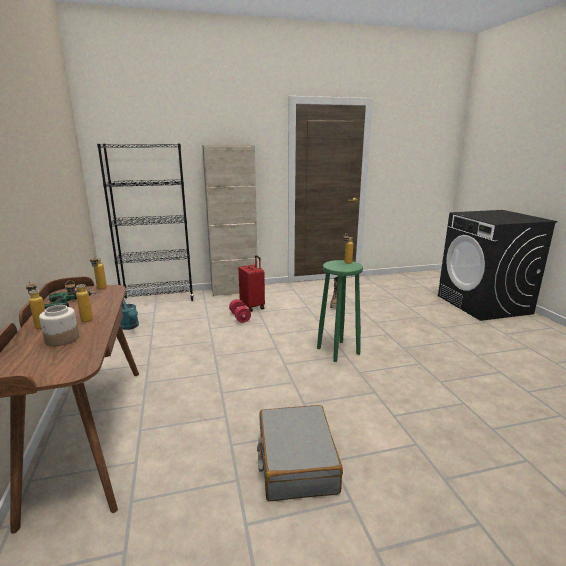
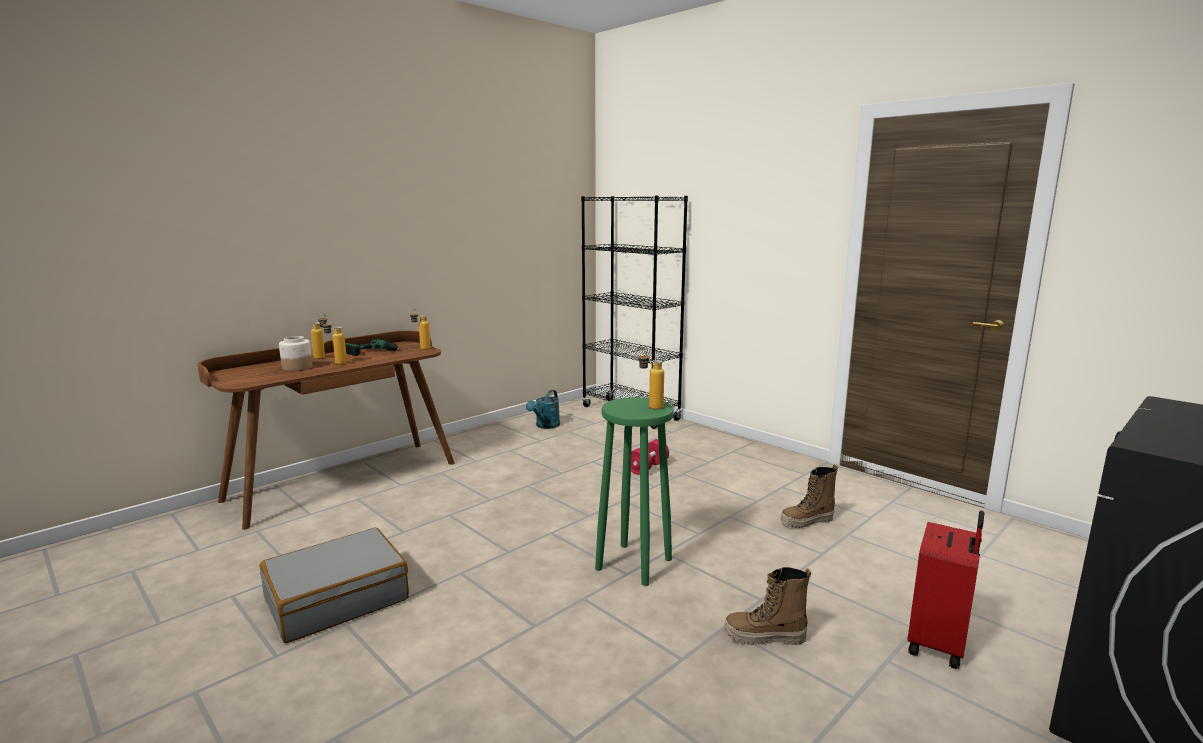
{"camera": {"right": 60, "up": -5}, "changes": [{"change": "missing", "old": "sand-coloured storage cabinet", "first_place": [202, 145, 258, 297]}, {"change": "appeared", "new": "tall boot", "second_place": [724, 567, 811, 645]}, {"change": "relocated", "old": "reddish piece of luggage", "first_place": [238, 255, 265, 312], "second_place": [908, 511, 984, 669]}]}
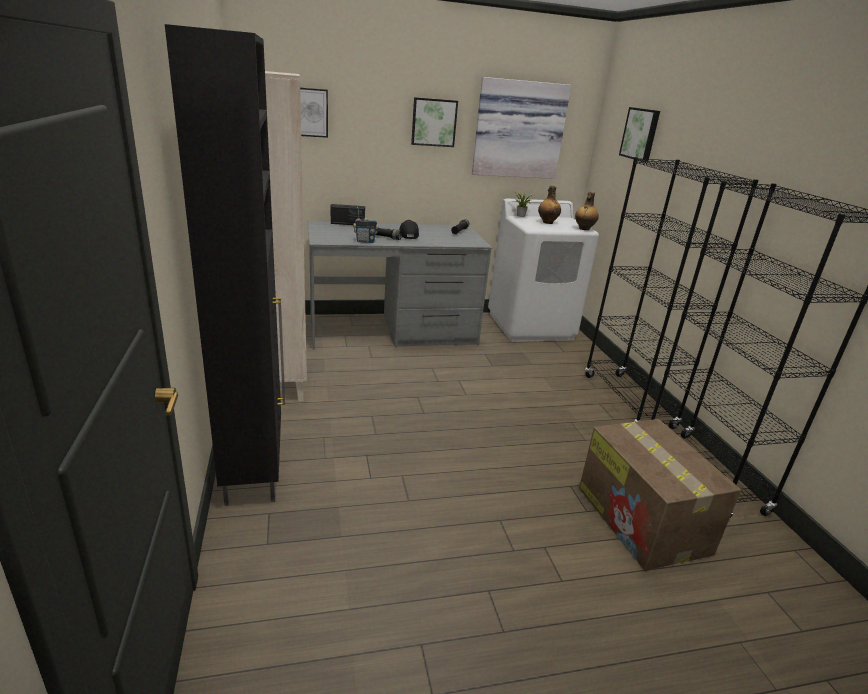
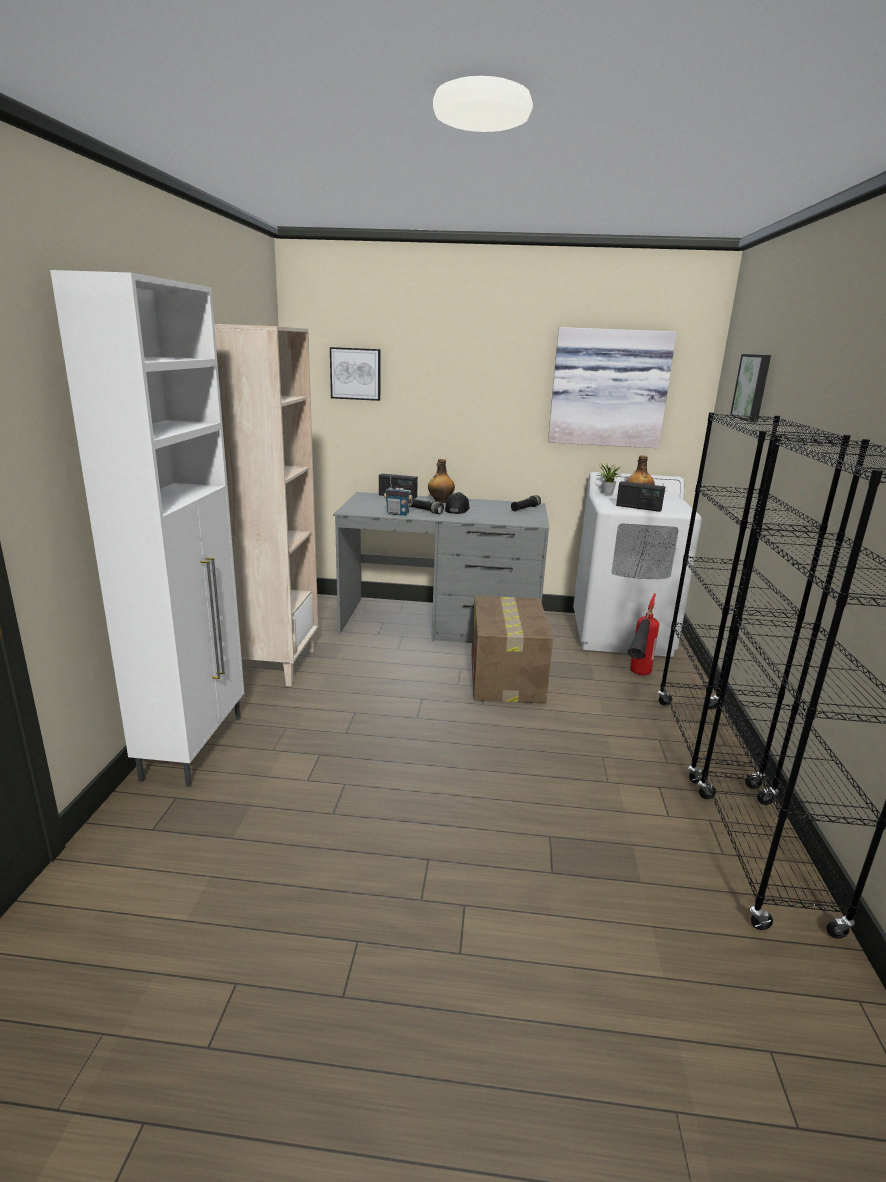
{"camera": {"right": 20, "up": -5}, "changes": [{"change": "missing", "old": "picture", "first_place": [411, 97, 458, 147]}, {"change": "appeared", "new": "radio", "second_place": [616, 481, 665, 512]}, {"change": "appeared", "new": "fire extinguisher", "second_place": [628, 593, 659, 675]}, {"change": "relocated", "old": "drink bottle", "first_place": [575, 192, 599, 230], "second_place": [428, 459, 455, 503]}, {"change": "relocated", "old": "carton", "first_place": [579, 419, 741, 571], "second_place": [471, 596, 553, 703]}, {"change": "colour", "old": "blackish storage cabinet", "new": "whitish storage cabinet", "first_place": [165, 24, 285, 506], "second_place": [50, 270, 244, 787]}]}
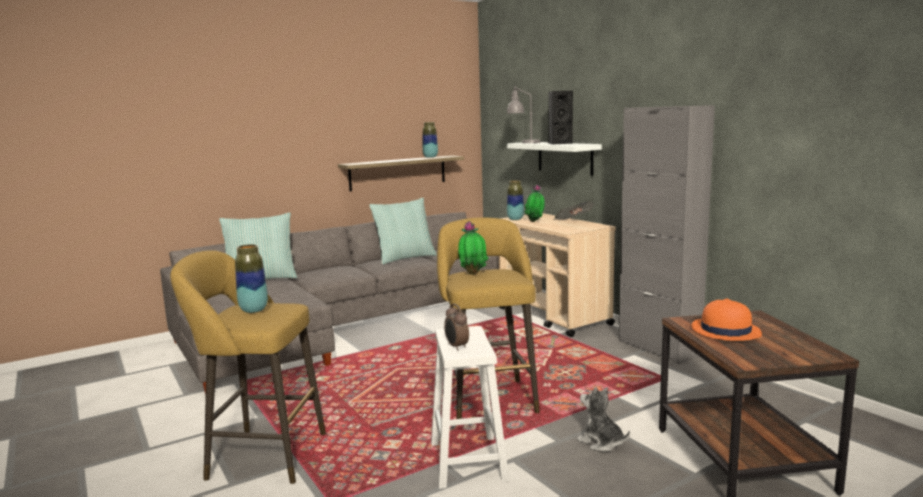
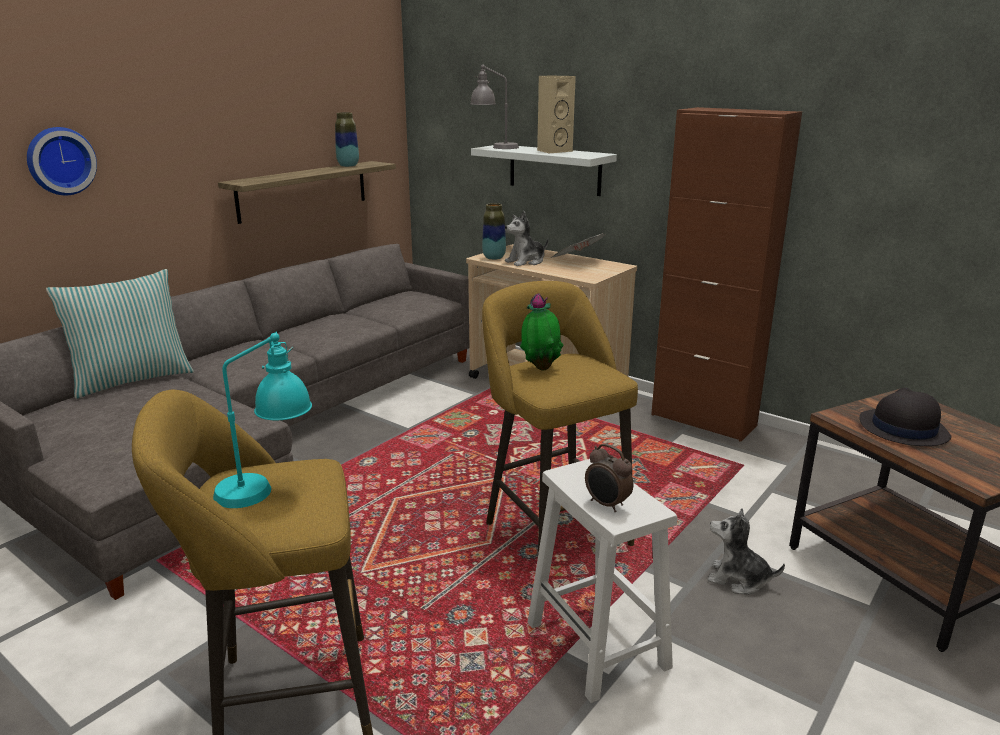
{"camera": {"right": -20, "up": 10}, "changes": [{"change": "missing", "old": "throw pillow", "first_place": [369, 198, 437, 265]}, {"change": "appeared", "new": "wall clock", "second_place": [27, 127, 97, 195]}, {"change": "exchanged", "old": "decorative vase", "new": "turquoise-coloured table lamp", "first_place": [235, 244, 268, 313], "second_place": [213, 332, 312, 508]}, {"change": "exchanged", "old": "plant in a pot", "new": "soft toy", "first_place": [525, 184, 545, 222], "second_place": [505, 211, 549, 266]}, {"change": "colour", "old": "blackish speaker", "new": "sand-coloured speaker", "first_place": [549, 91, 573, 145], "second_place": [537, 76, 576, 154]}, {"change": "colour", "old": "gray storage cabinet", "new": "brown-coloured storage cabinet", "first_place": [619, 105, 715, 364], "second_place": [651, 107, 802, 442]}, {"change": "colour", "old": "orange wearable hat", "new": "blackish wearable hat", "first_place": [691, 298, 762, 341], "second_place": [859, 388, 951, 446]}]}
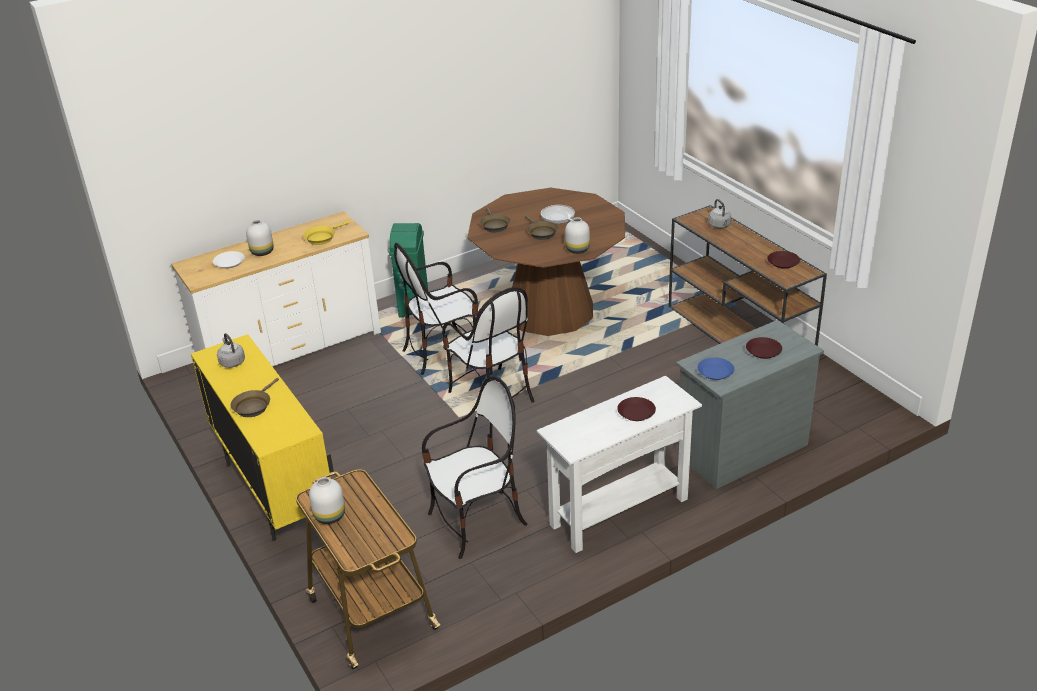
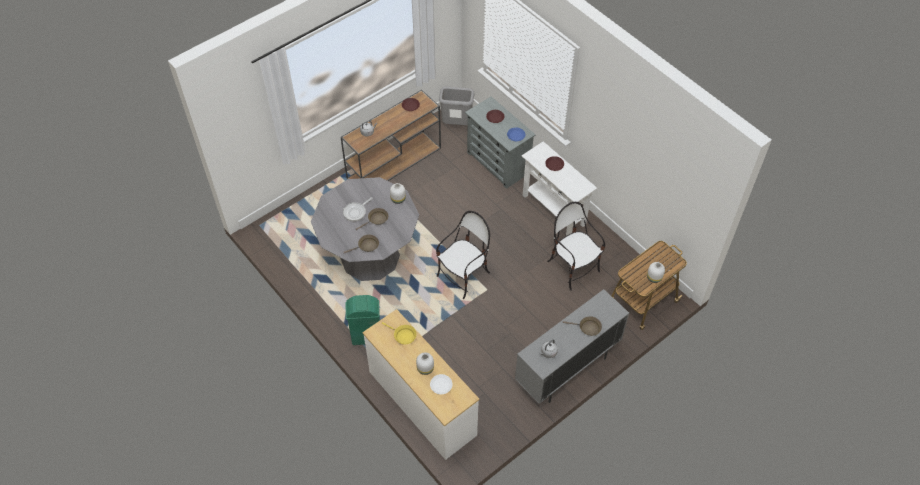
{"camera": {"right": -100, "up": 20}, "changes": [{"change": "missing", "old": "chair", "first_place": [394, 243, 478, 375]}, {"change": "appeared", "new": "gray rubbish bin", "second_place": [439, 86, 475, 125]}, {"change": "colour", "old": "yellowish storage cabinet", "new": "gray storage cabinet", "first_place": [191, 334, 334, 541], "second_place": [515, 289, 629, 404]}, {"change": "colour", "old": "brown-coloured dinner table", "new": "gray dinner table", "first_place": [467, 188, 625, 336], "second_place": [311, 177, 419, 281]}]}
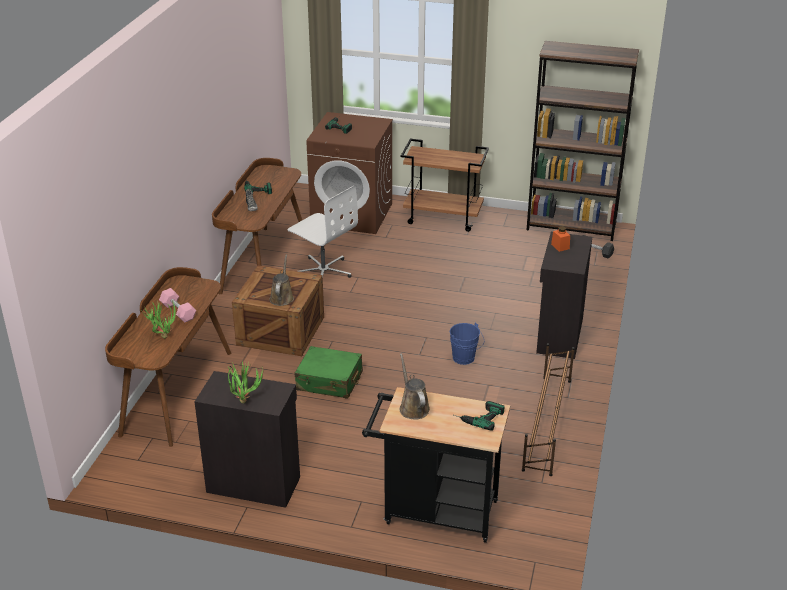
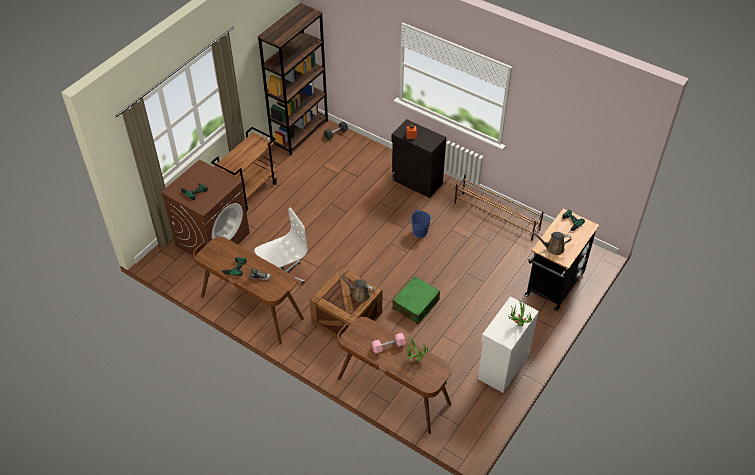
{"camera": {"right": -70, "up": 15}, "changes": [{"change": "colour", "old": "blackish storage cabinet", "new": "whitish storage cabinet", "first_place": [195, 371, 300, 508], "second_place": [478, 297, 539, 393]}]}
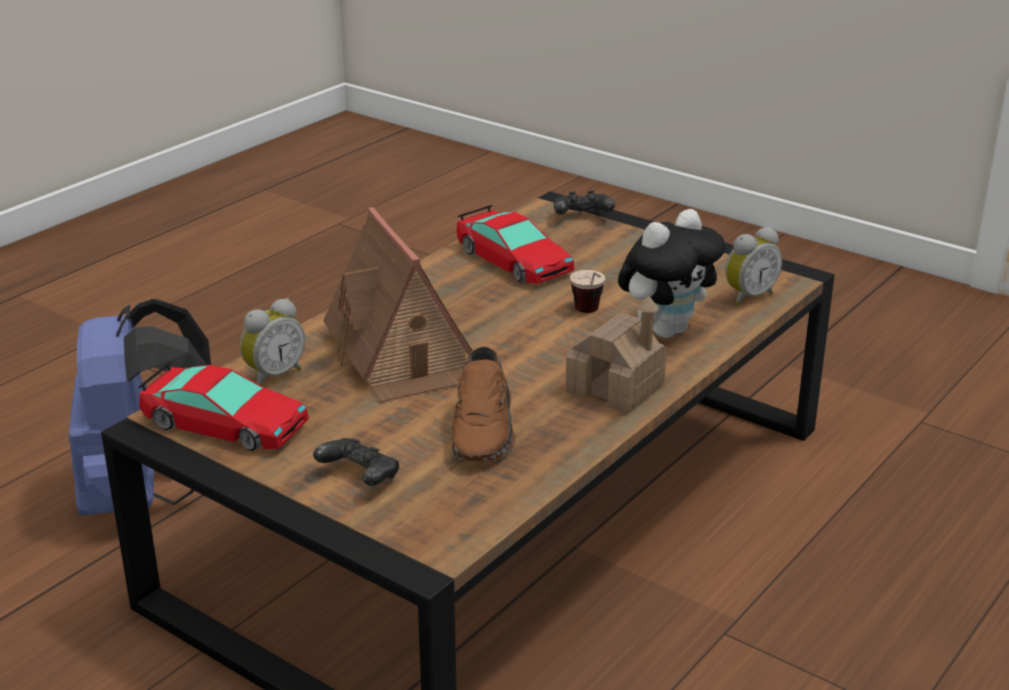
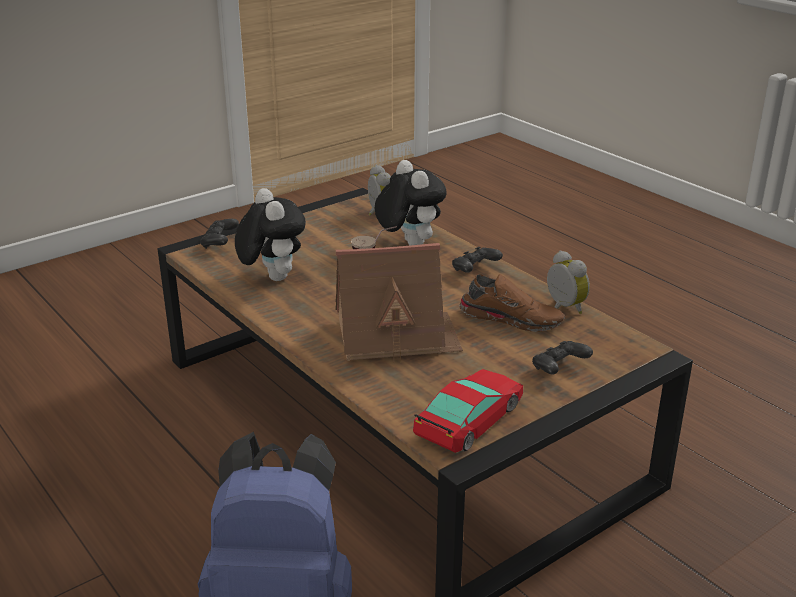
{"camera": {"right": -75, "up": 0}, "changes": [{"change": "relocated", "old": "alarm clock", "first_place": [240, 298, 305, 386], "second_place": [547, 250, 590, 314]}, {"change": "exchanged", "old": "miniature car", "new": "soft toy", "first_place": [456, 205, 574, 284], "second_place": [235, 188, 306, 281]}, {"change": "exchanged", "old": "model house", "new": "blackish game controller", "first_place": [566, 296, 666, 414], "second_place": [452, 247, 503, 273]}]}
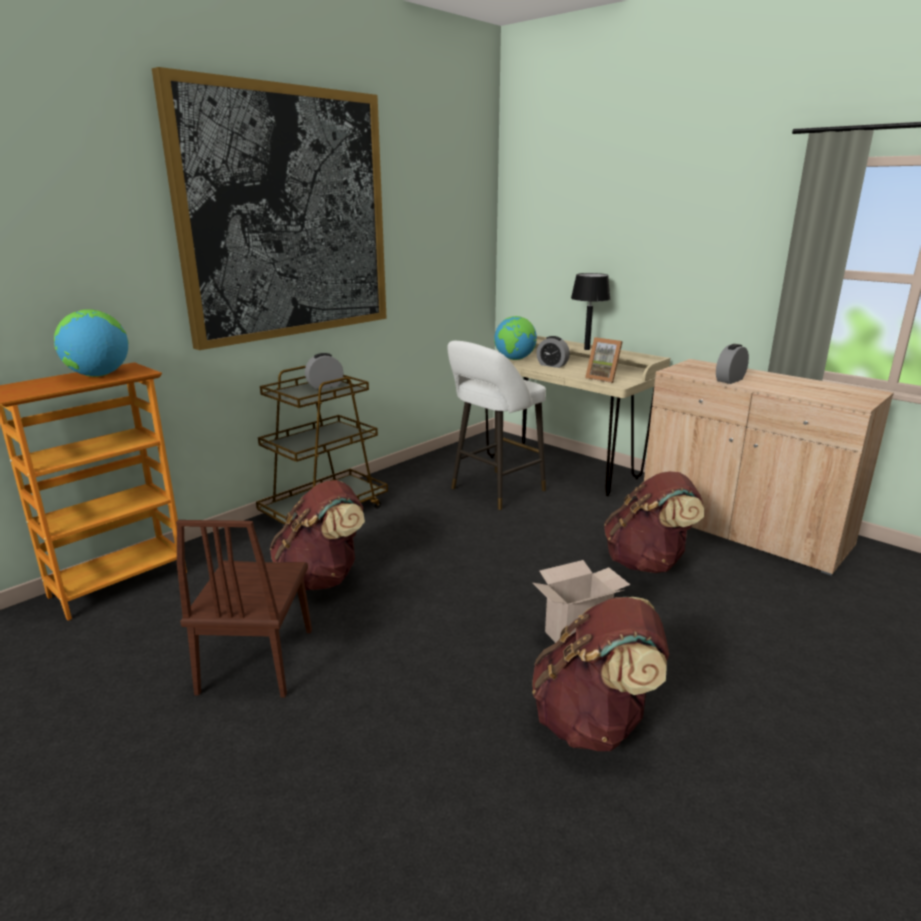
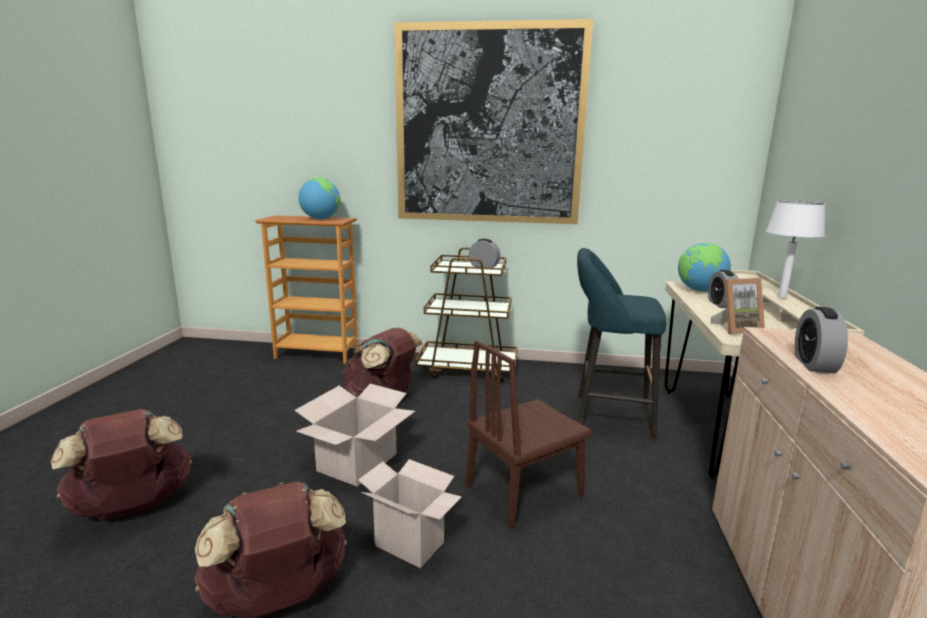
{"camera": {"right": 55, "up": -5}, "changes": [{"change": "appeared", "new": "carton", "second_place": [294, 384, 415, 486]}, {"change": "relocated", "old": "brown-coloured chair", "first_place": [176, 520, 312, 698], "second_place": [465, 340, 593, 528]}, {"change": "relocated", "old": "brown-coloured rucksack", "first_place": [604, 471, 704, 573], "second_place": [51, 409, 192, 520]}, {"change": "colour", "old": "whitish sitting stool", "new": "turquoise-coloured sitting stool", "first_place": [447, 341, 546, 510], "second_place": [577, 248, 667, 439]}, {"change": "colour", "old": "blackish table lamp", "new": "whitish table lamp", "first_place": [571, 273, 611, 350], "second_place": [766, 201, 825, 299]}, {"change": "spun", "old": "photo frame", "first_place": [585, 337, 623, 383], "second_place": [711, 278, 765, 334], "degrees": -105}, {"change": "spun", "old": "alarm clock", "first_place": [716, 344, 749, 384], "second_place": [795, 307, 848, 374], "degrees": -90}]}
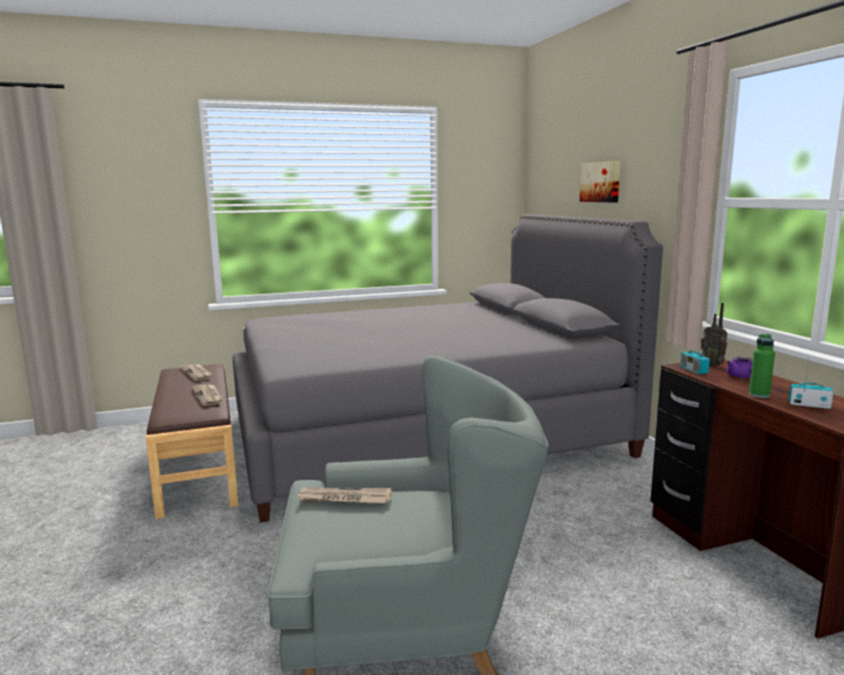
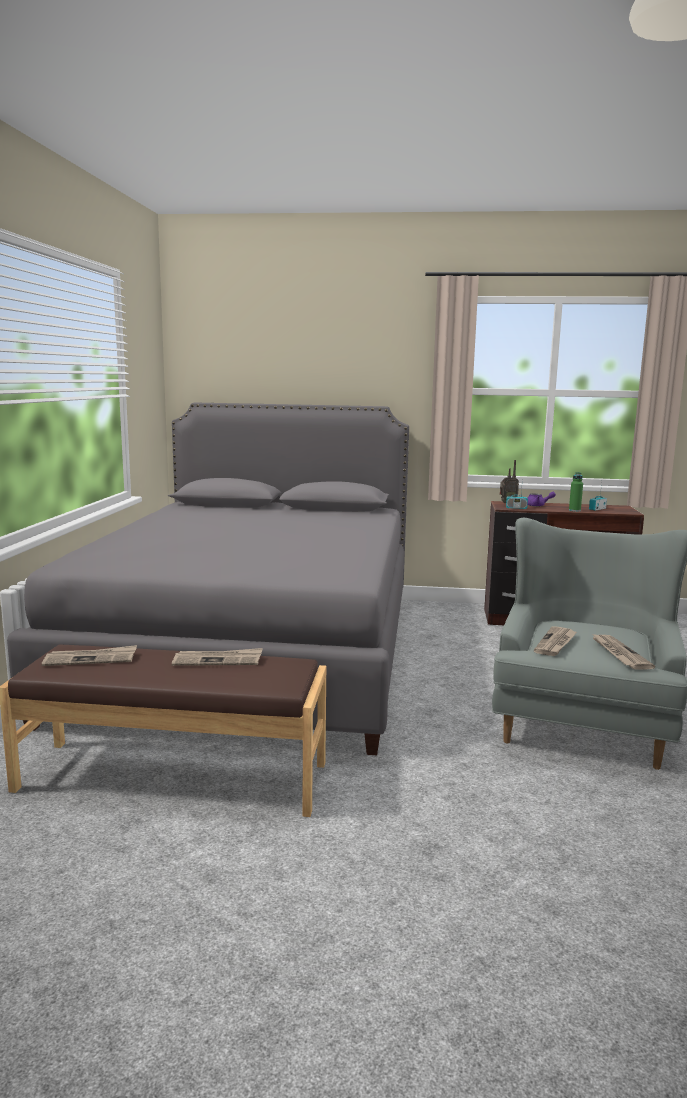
{"camera": {"right": -65, "up": 0}, "changes": [{"change": "missing", "old": "picture", "first_place": [580, 161, 620, 202]}, {"change": "appeared", "new": "newspaper", "second_place": [591, 633, 655, 670]}]}
